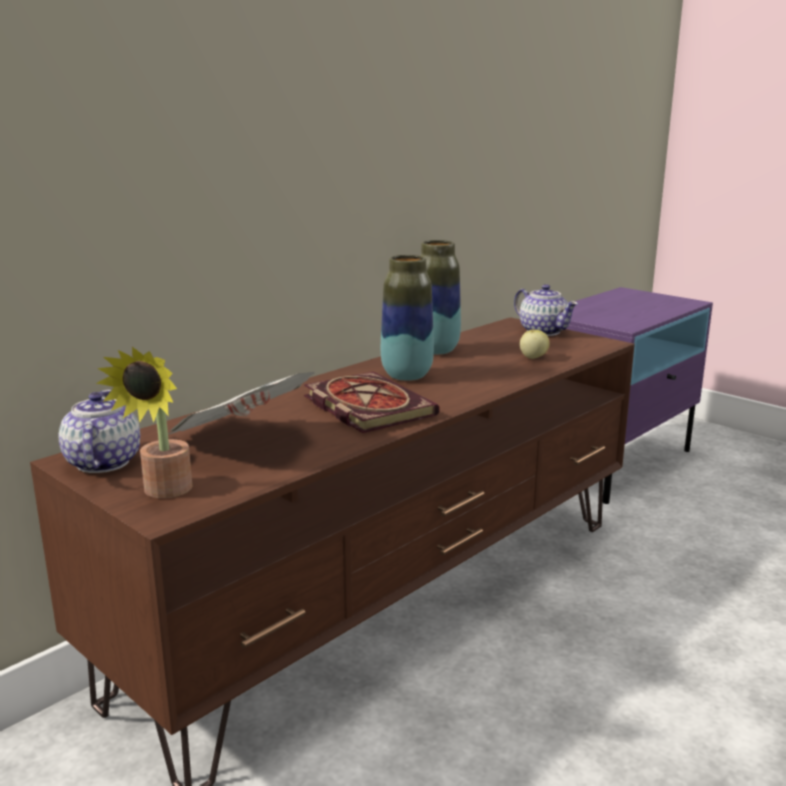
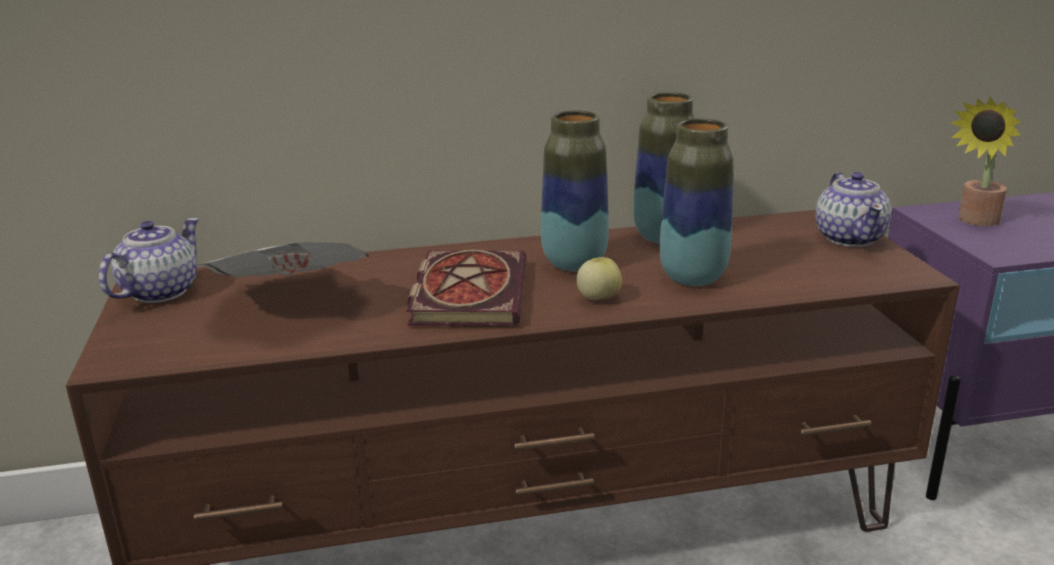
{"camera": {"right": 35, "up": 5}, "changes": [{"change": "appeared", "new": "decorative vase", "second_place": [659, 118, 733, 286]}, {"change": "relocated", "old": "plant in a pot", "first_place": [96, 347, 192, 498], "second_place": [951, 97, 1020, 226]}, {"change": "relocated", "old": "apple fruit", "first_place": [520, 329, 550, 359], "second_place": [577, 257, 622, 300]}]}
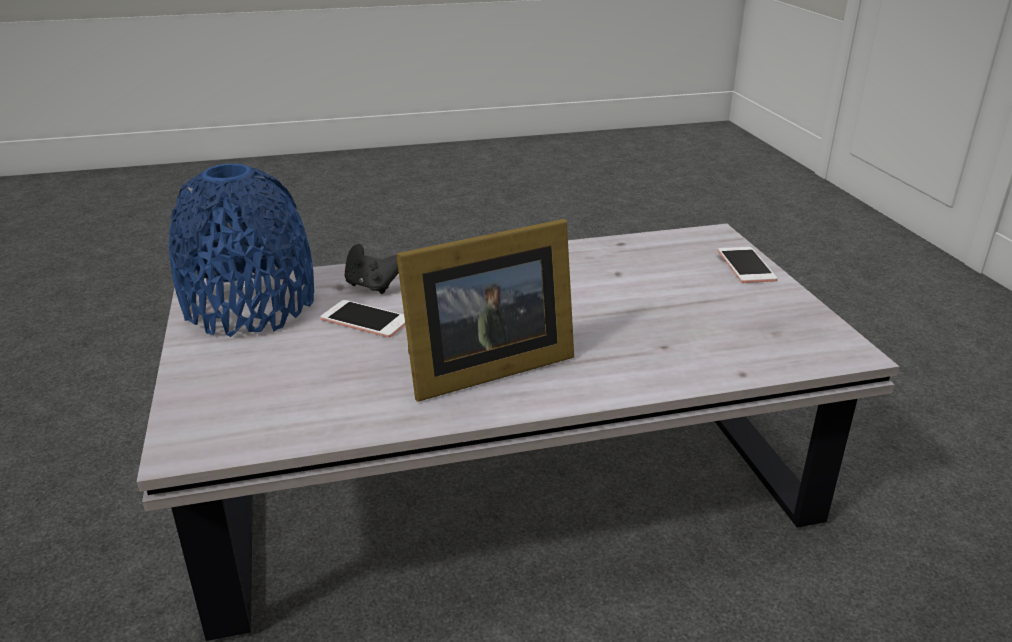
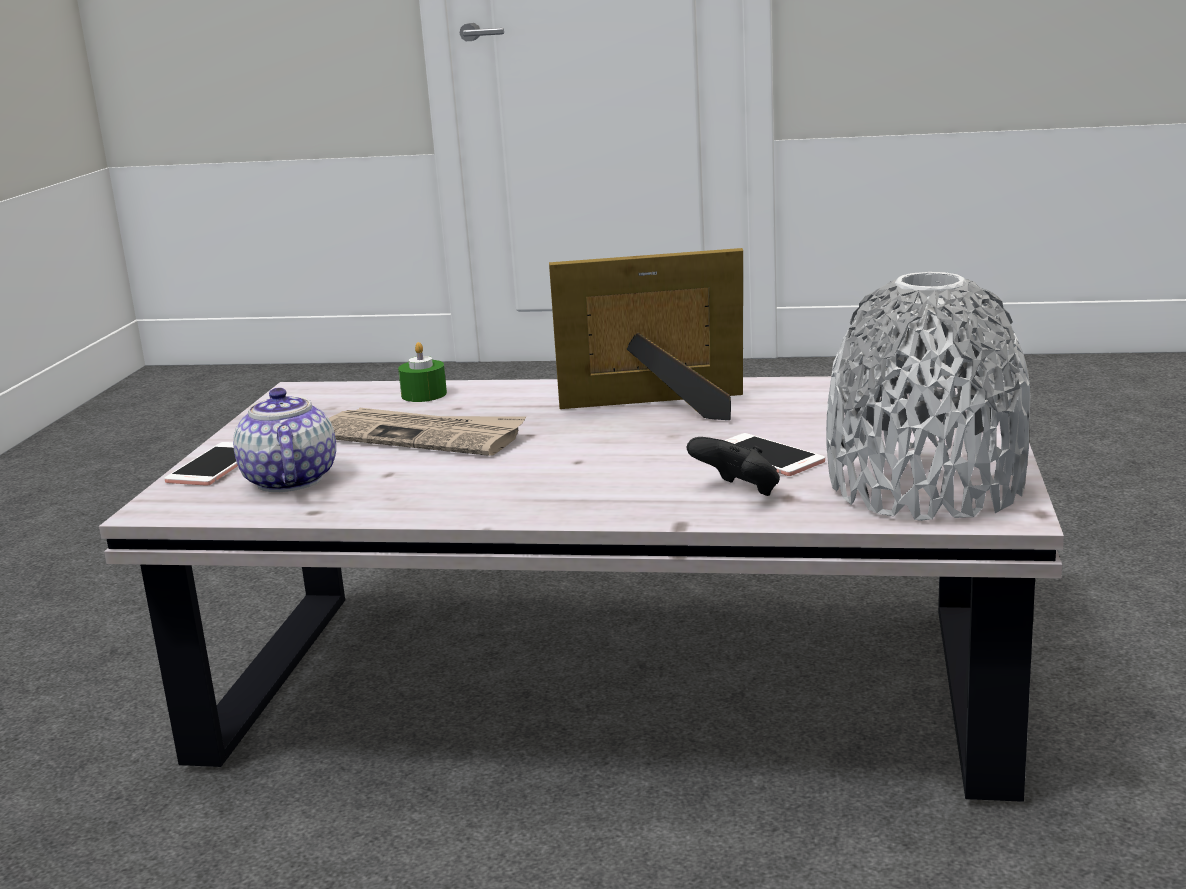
{"camera": {"right": -155, "up": -10}, "changes": [{"change": "appeared", "new": "tea pot", "second_place": [233, 388, 336, 492]}, {"change": "appeared", "new": "newspaper", "second_place": [328, 408, 526, 456]}, {"change": "appeared", "new": "green-coloured candle", "second_place": [398, 342, 447, 402]}, {"change": "colour", "old": "bluish decorative vase", "new": "gray decorative vase", "first_place": [169, 164, 314, 337], "second_place": [826, 272, 1031, 521]}]}
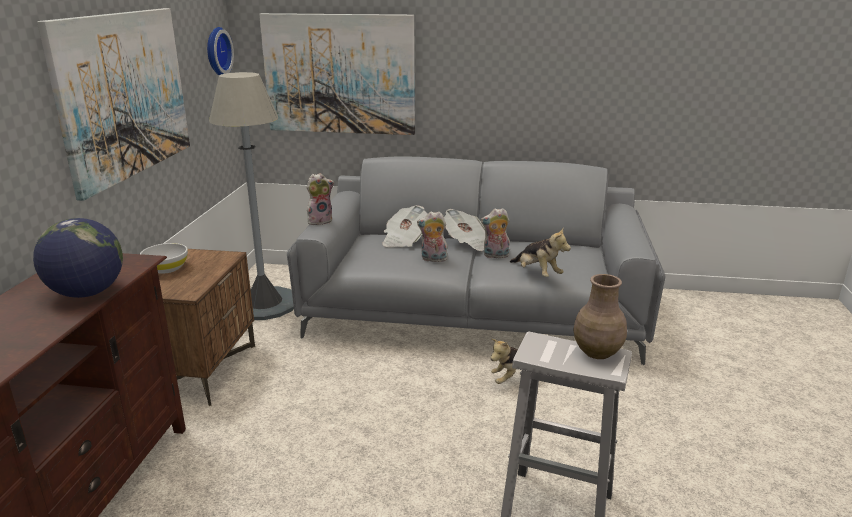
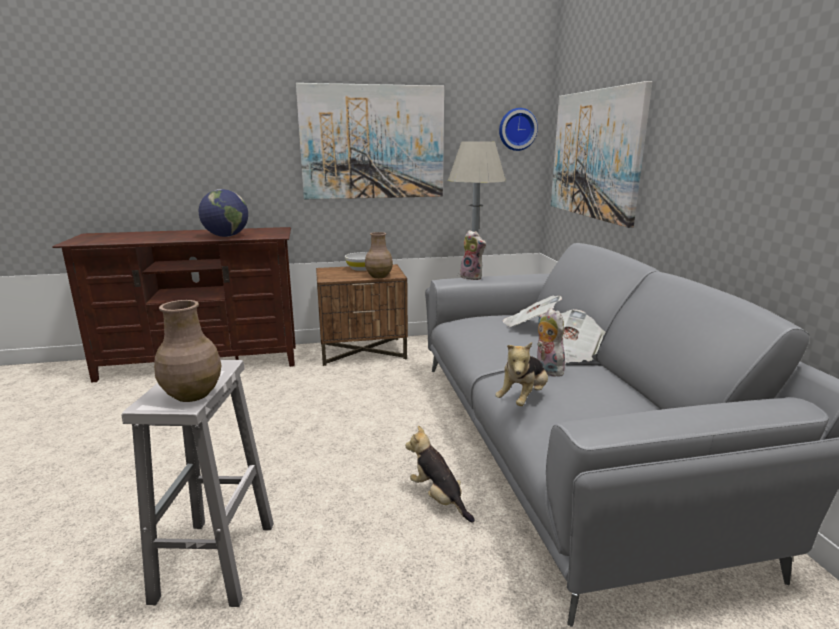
{"camera": {"right": 70, "up": -5}, "changes": [{"change": "missing", "old": "soft toy", "first_place": [417, 211, 448, 262]}, {"change": "appeared", "new": "brown-coloured decorative vase", "second_place": [365, 232, 393, 278]}]}
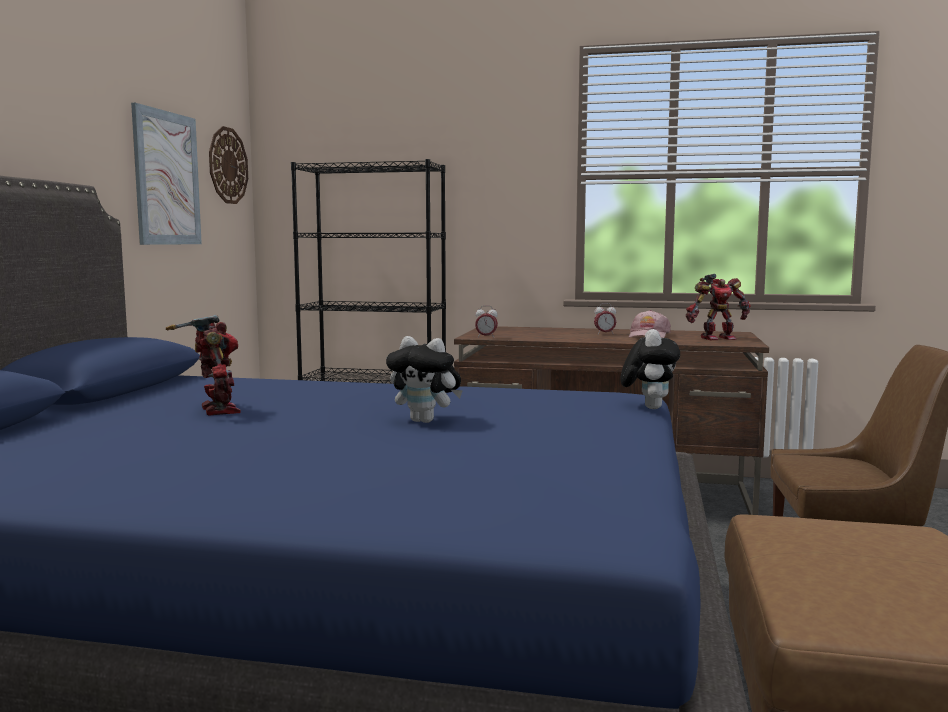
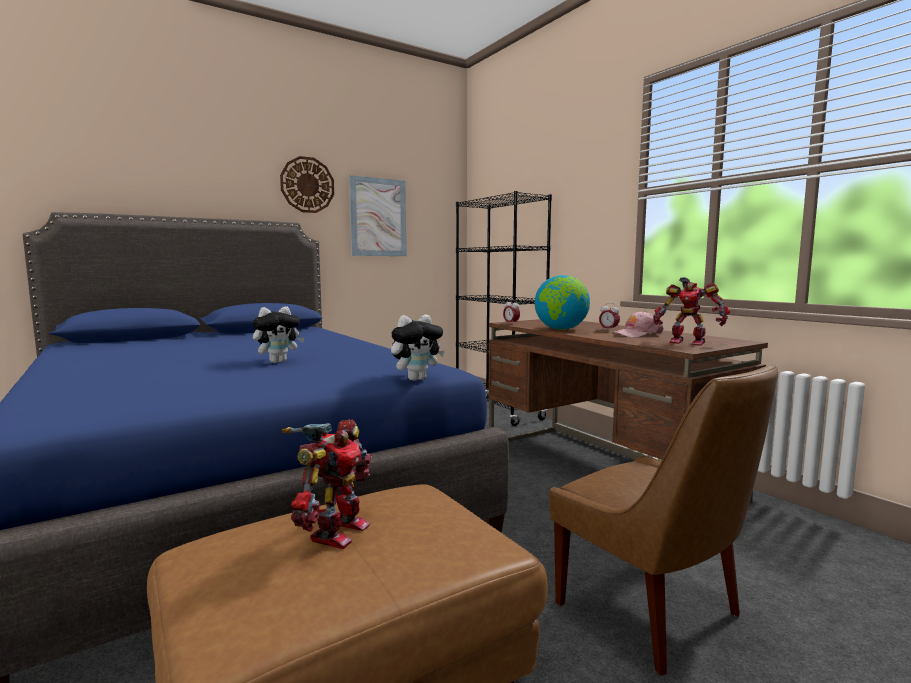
{"camera": {"right": 45, "up": 0}, "changes": [{"change": "appeared", "new": "desk globe", "second_place": [534, 275, 590, 330]}, {"change": "relocated", "old": "model robot", "first_place": [166, 315, 241, 416], "second_place": [281, 419, 372, 549]}, {"change": "relocated", "old": "wall clock", "first_place": [209, 126, 248, 204], "second_place": [280, 156, 334, 213]}, {"change": "spun", "old": "soft toy", "first_place": [386, 336, 463, 423], "second_place": [253, 306, 305, 363], "degrees": -105}]}
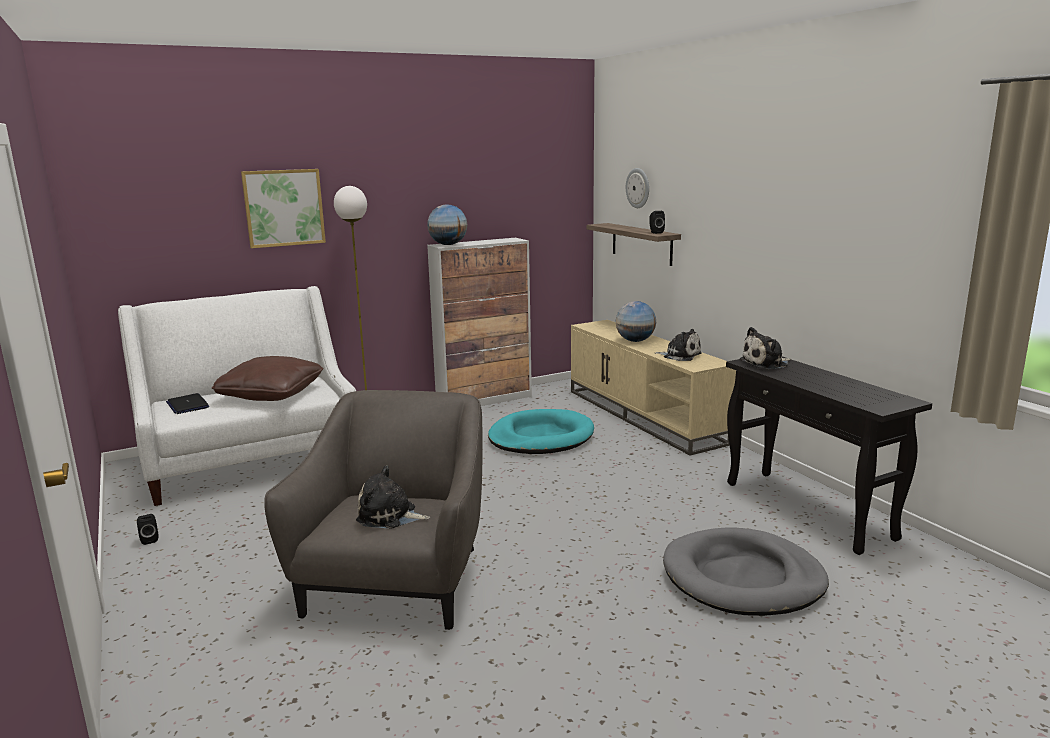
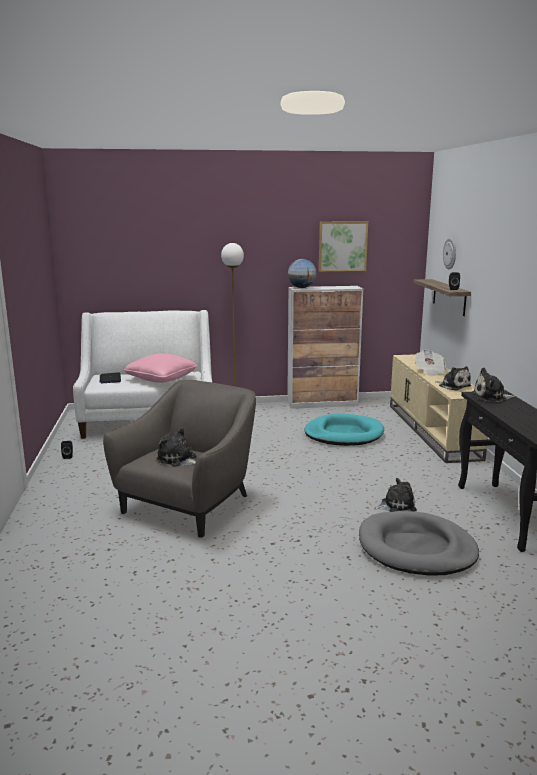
{"camera": {"right": 20, "up": 0}, "changes": [{"change": "appeared", "new": "soft toy", "second_place": [374, 478, 417, 512]}, {"change": "relocated", "old": "picture", "first_place": [241, 169, 326, 248], "second_place": [319, 221, 368, 272]}, {"change": "exchanged", "old": "desk globe", "new": "newspaper", "first_place": [616, 301, 656, 342], "second_place": [415, 350, 446, 376]}, {"change": "colour", "old": "brown-coloured throw pillow", "new": "pink-coloured throw pillow", "first_place": [212, 356, 323, 401], "second_place": [124, 354, 197, 383]}]}
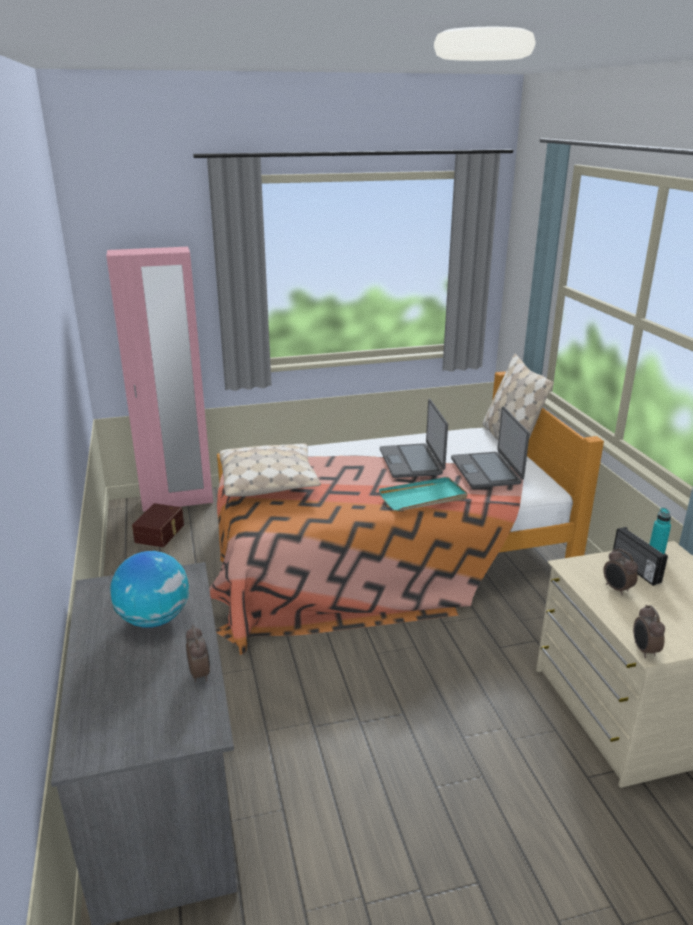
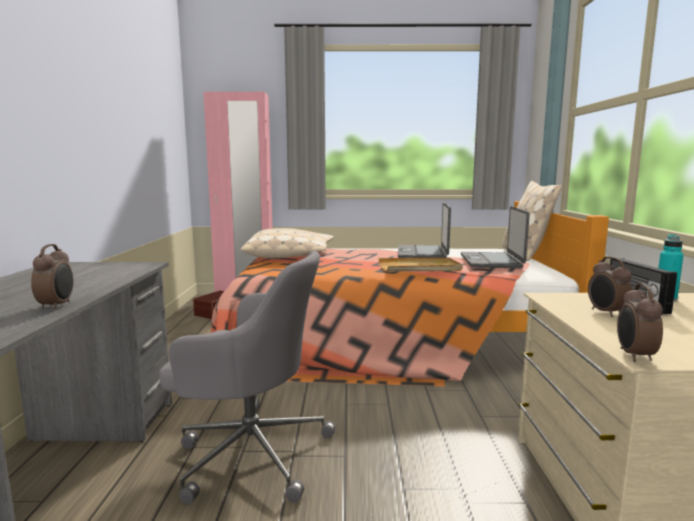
{"camera": {"right": 15, "up": -15}, "changes": [{"change": "missing", "old": "desk globe", "first_place": [110, 551, 189, 628]}, {"change": "appeared", "new": "gray desk chair", "second_place": [159, 251, 336, 504]}, {"change": "colour", "old": "turquoise-coloured carrying tray", "new": "sand-coloured carrying tray", "first_place": [379, 477, 467, 511], "second_place": [378, 258, 463, 271]}]}
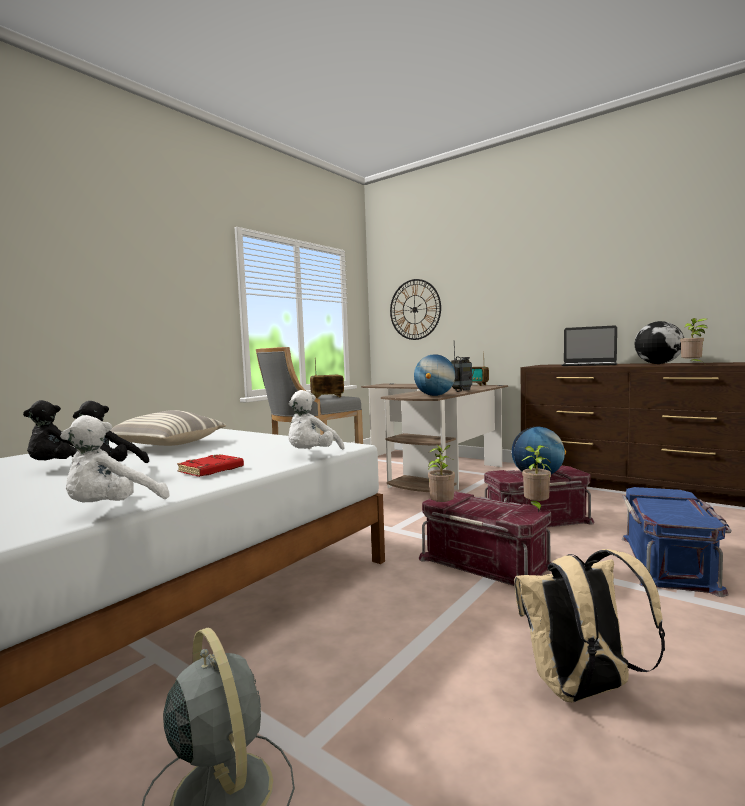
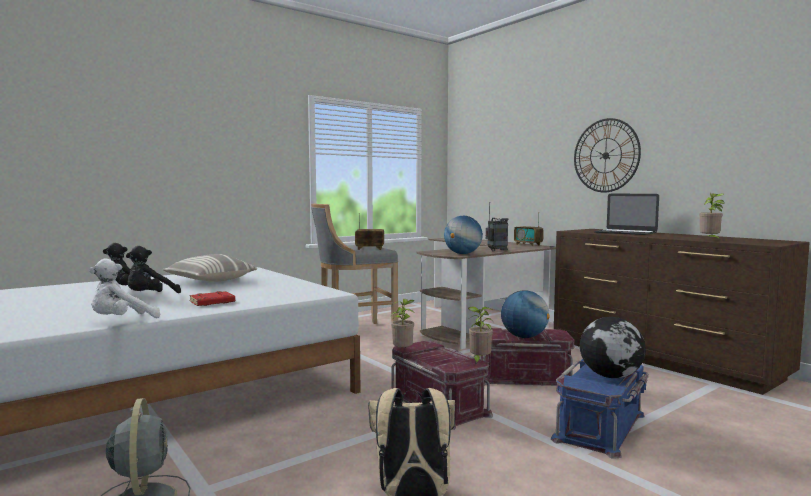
{"camera": {"right": 15, "up": 0}, "changes": [{"change": "missing", "old": "whitish soft toy", "first_place": [289, 390, 345, 449]}, {"change": "relocated", "old": "wall clock", "first_place": [390, 279, 441, 340], "second_place": [574, 118, 641, 193]}, {"change": "relocated", "old": "desk globe", "first_place": [634, 321, 684, 364], "second_place": [580, 317, 646, 378]}]}
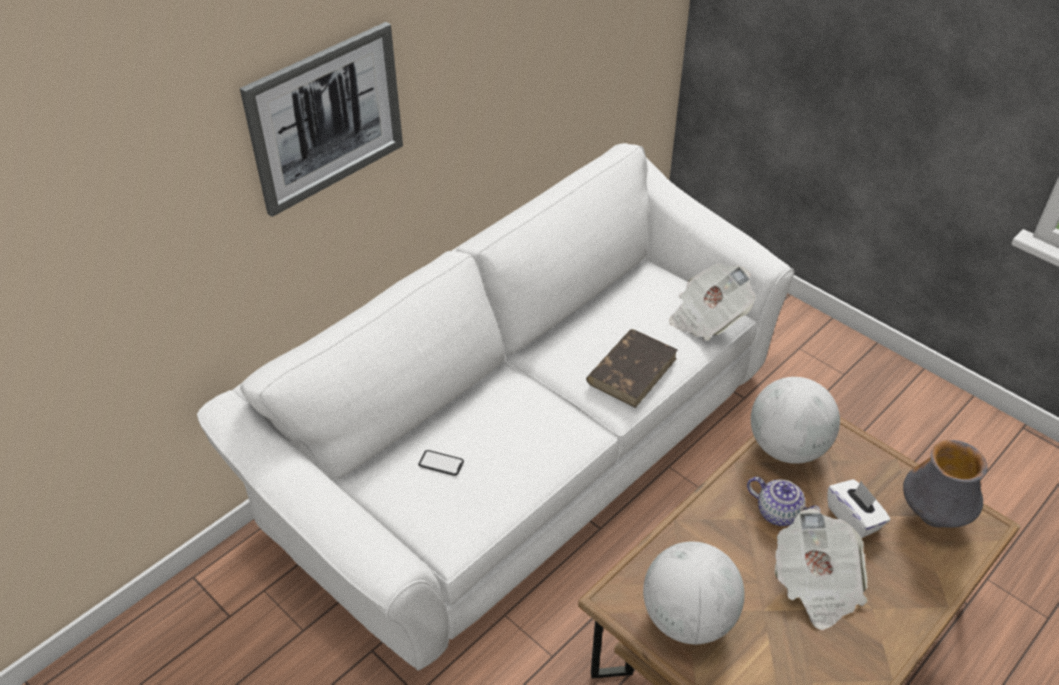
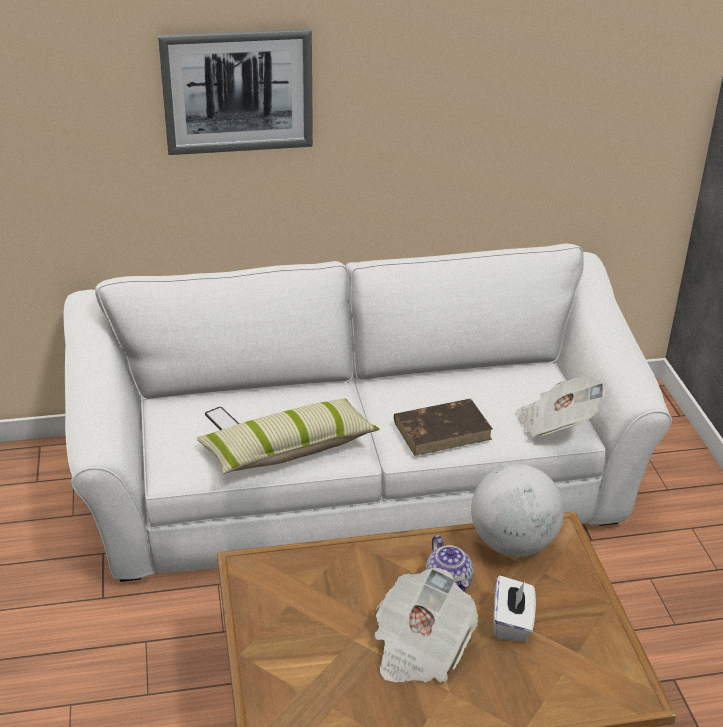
{"camera": {"right": 35, "up": -10}, "changes": [{"change": "missing", "old": "desk globe", "first_place": [643, 542, 745, 644]}, {"change": "missing", "old": "decorative vase", "first_place": [903, 440, 987, 528]}, {"change": "appeared", "new": "throw pillow", "second_place": [197, 398, 379, 474]}]}
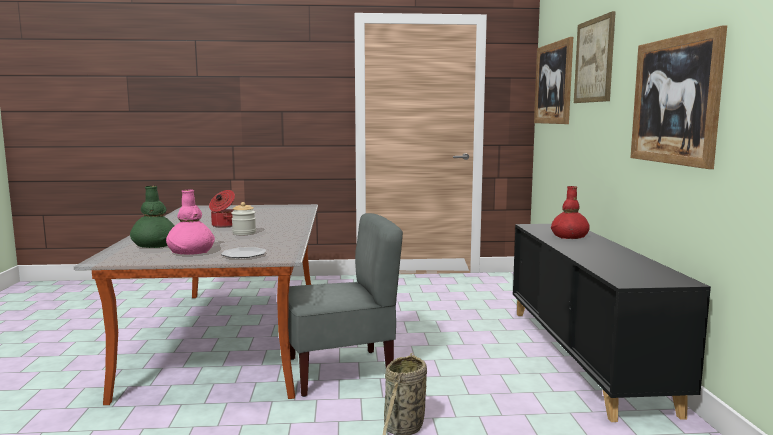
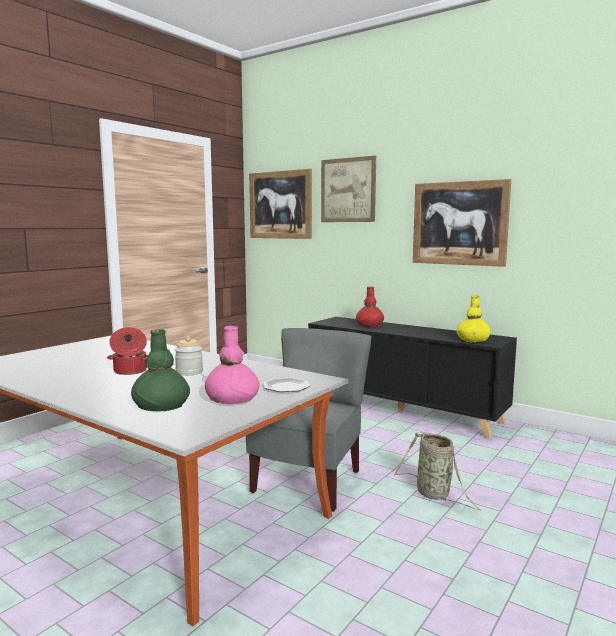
{"camera": {"right": -50, "up": 0}, "changes": [{"change": "appeared", "new": "yellowish decorative vase", "second_place": [456, 295, 491, 342]}]}
